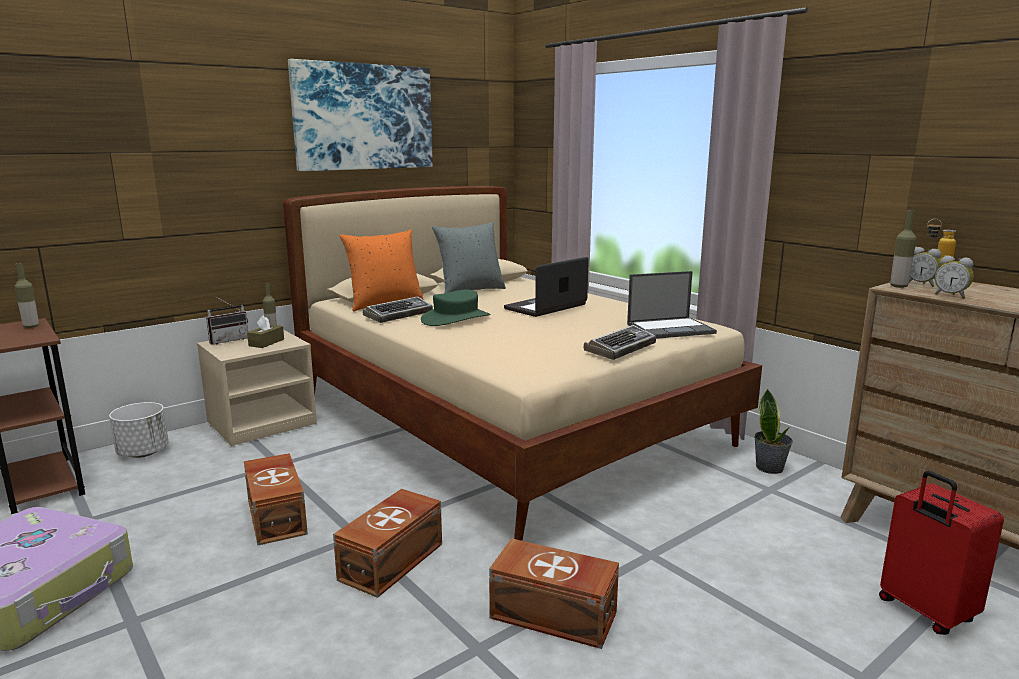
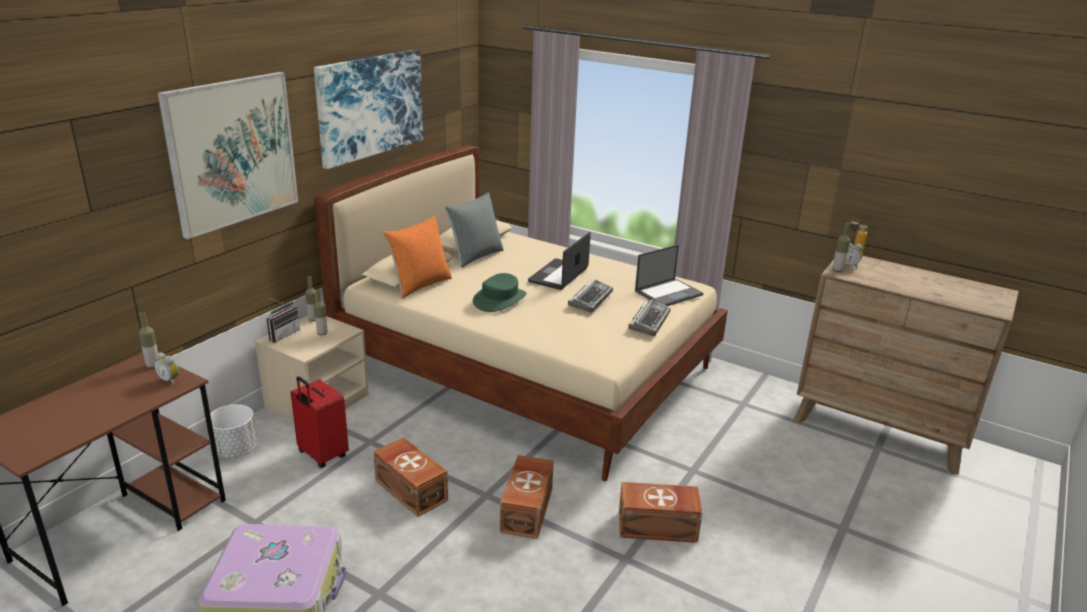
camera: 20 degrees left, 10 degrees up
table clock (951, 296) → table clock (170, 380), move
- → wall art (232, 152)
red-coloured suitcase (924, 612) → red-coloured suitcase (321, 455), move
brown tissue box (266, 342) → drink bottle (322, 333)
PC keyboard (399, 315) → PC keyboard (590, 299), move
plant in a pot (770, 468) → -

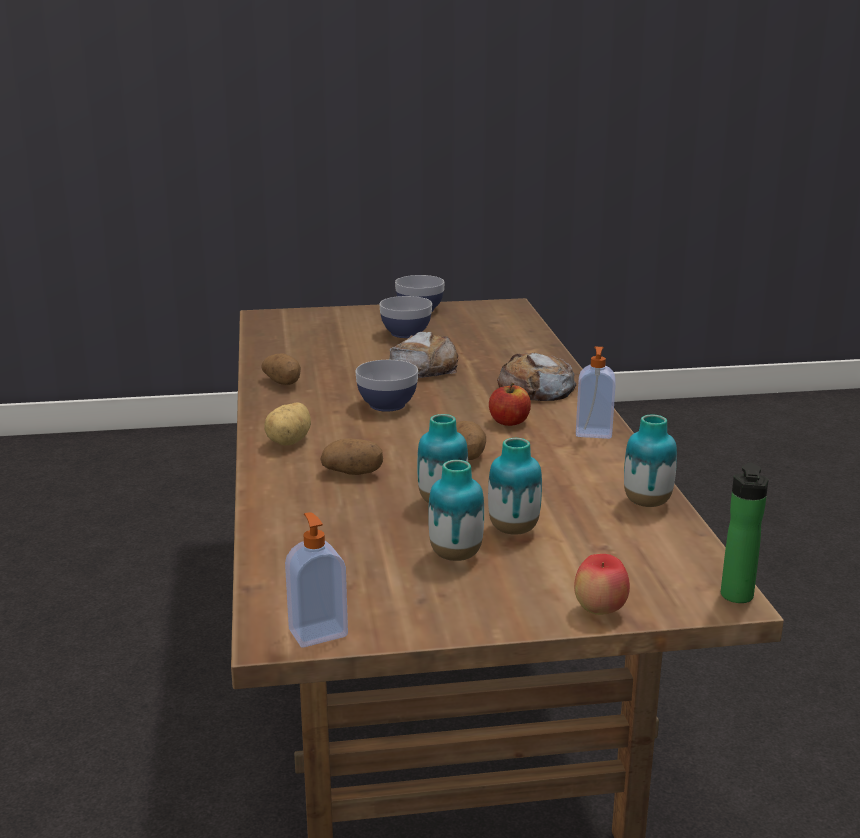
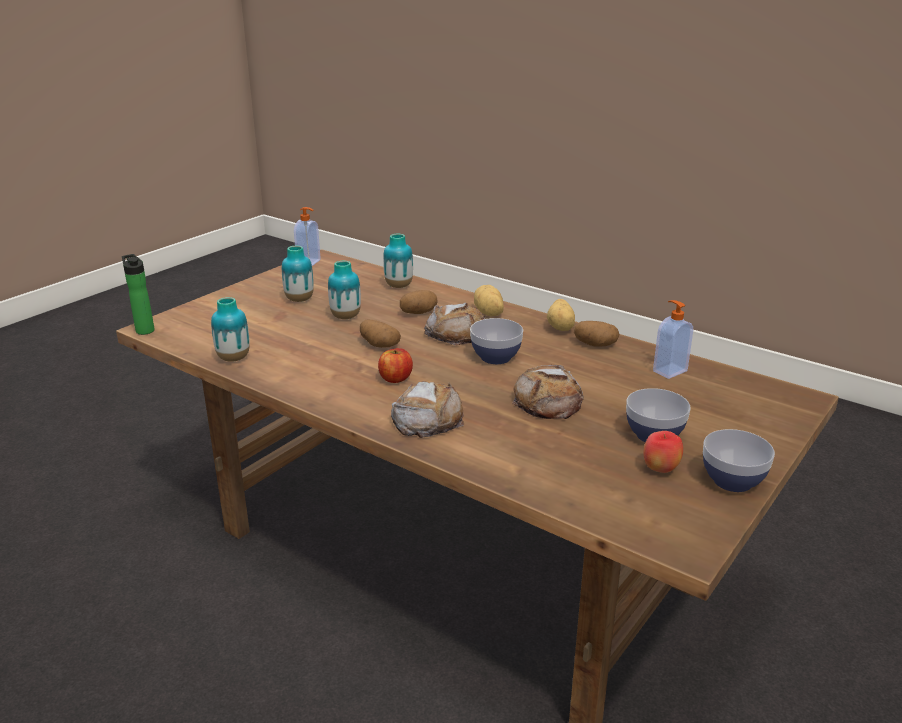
camera: 135 degrees right, 5 degrees up
vase (513, 529) → vase (398, 286), move
- → bakery bread (457, 332)
- → whole potato (561, 327)
apple (600, 610) → apple (660, 469), move
liquid soap bottle (593, 433) → liquid soap bottle (669, 371), move

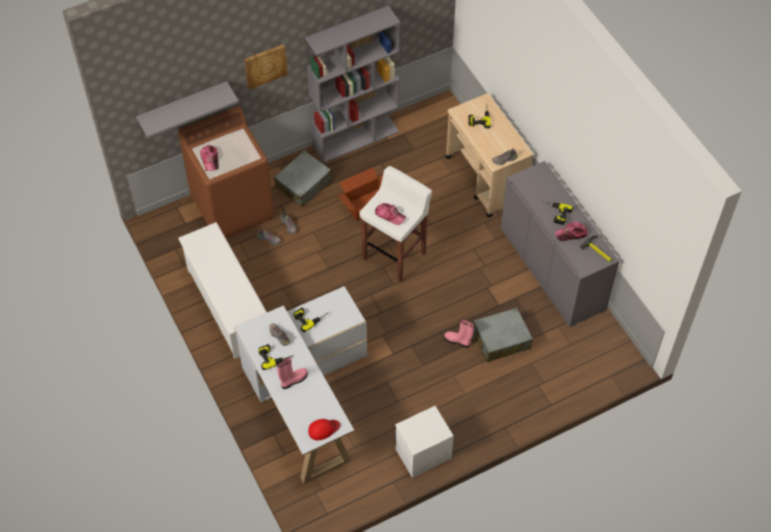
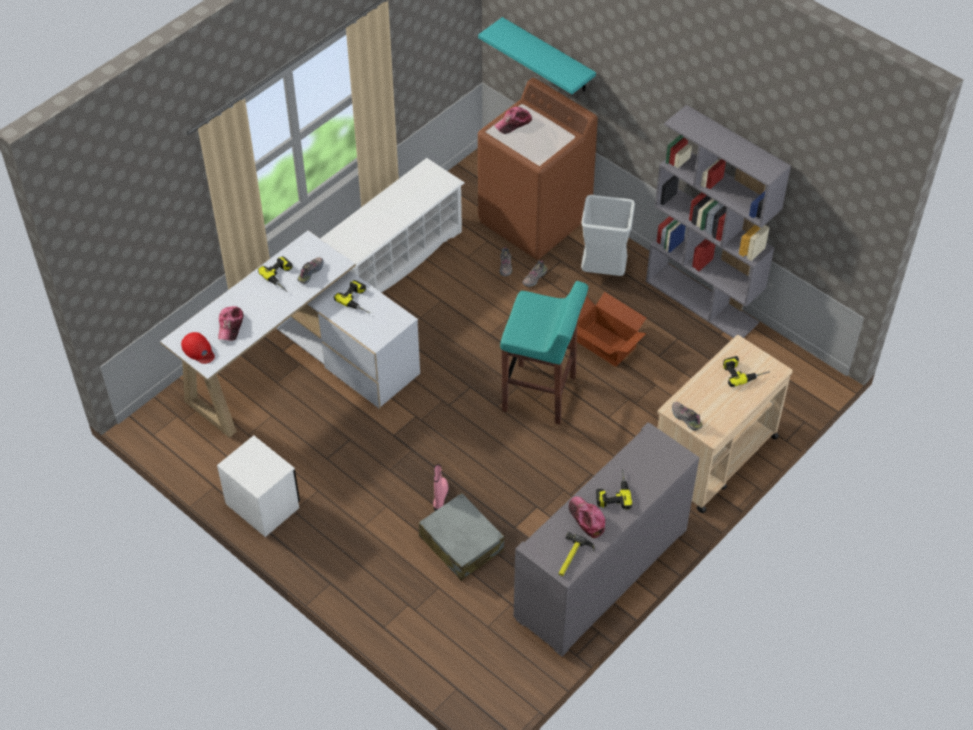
camera: 70 degrees right, 5 degrees down
cap (389, 215) → cap (230, 325), move
gray bracket shelf (183, 106) → turquoise bracket shelf (548, 56)
whitish stool (395, 255) → turquoise stool (540, 394)
gray suitcase (303, 184) → gray trash can (603, 272)
wall art (265, 65) → -
pinkish boot (293, 380) → -

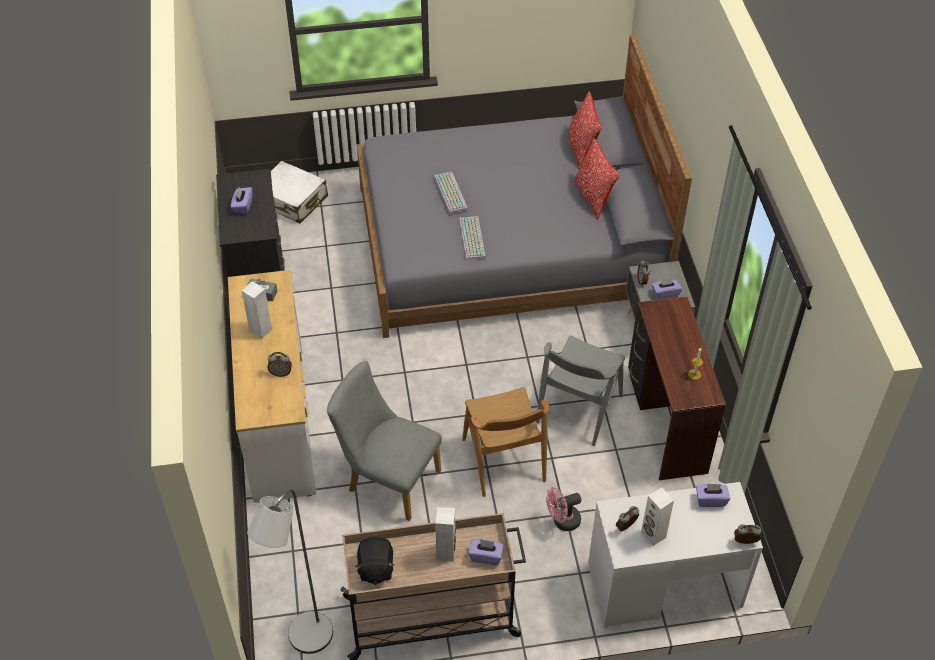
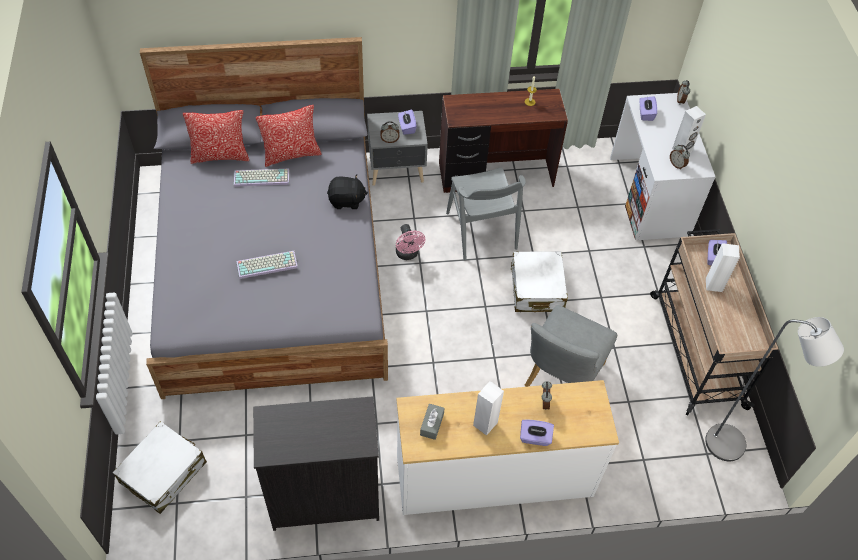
camera: 90 degrees left, 5 degrees up
PC keyboard (473, 238) → PC keyboard (262, 177), move
black cuddly toy (375, 568) → black cuddly toy (346, 200), move
pinkish cooling fan (562, 521) → pinkish cooling fan (408, 254), move
gray chair (578, 409) → gray chair (481, 231), 45 degrees clockwise
brown chair (503, 460) → whitish suitcase (536, 289)
purple-coloured tissue box (243, 206) → purple-coloured tissue box (535, 438), move

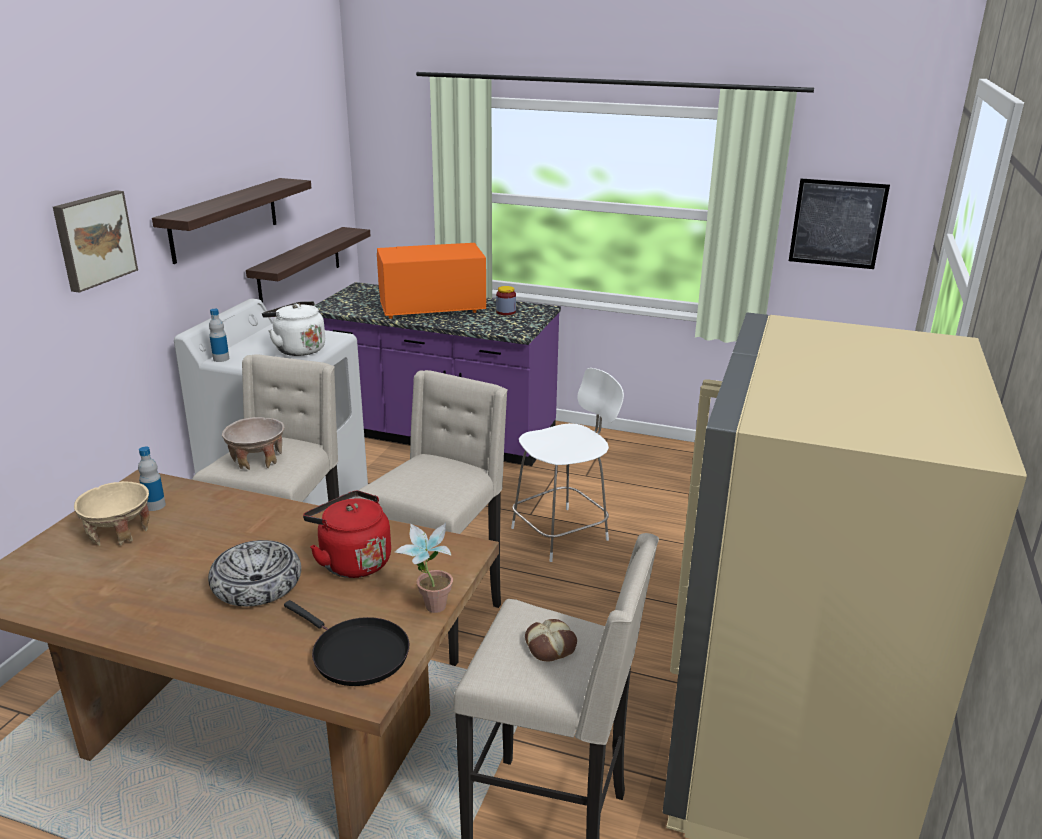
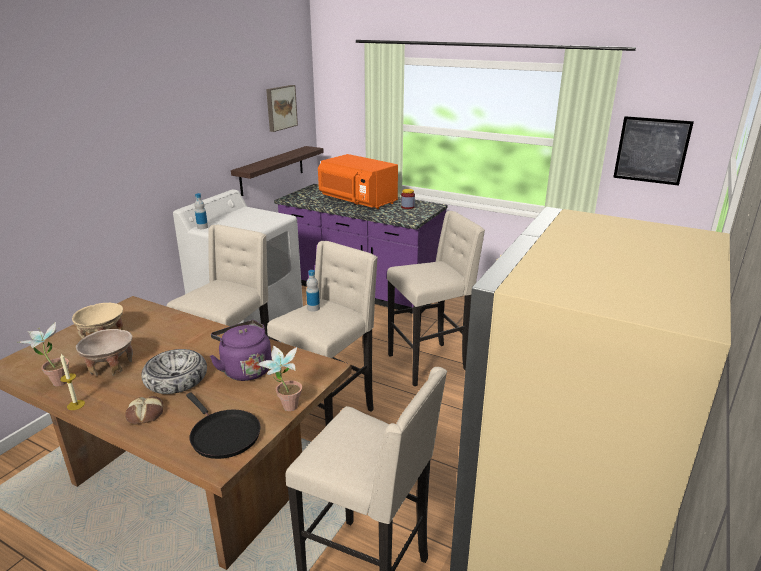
camera: 10 degrees right, 0 degrees up
- → plant in a pot (55, 381)
- → wax light (76, 405)
beige-coloured bowl (257, 460) → beige-coloured bowl (110, 366), move
bakery bread (551, 645) → bakery bread (146, 414), move
red-coloured kettle (352, 561) → purple-coloured kettle (245, 369)
wall art (93, 239) → wall art (280, 107), move
drink bottle (155, 505) → drink bottle (313, 308), move
orange-coloured kitchen microwave (431, 307) → orange-coloured kitchen microwave (358, 201), 135 degrees counterclockwise
whitish chair (562, 533) → beige-coloured stool (429, 363)
bracket shelf (225, 219) → -
whitish kettle (297, 349) → -

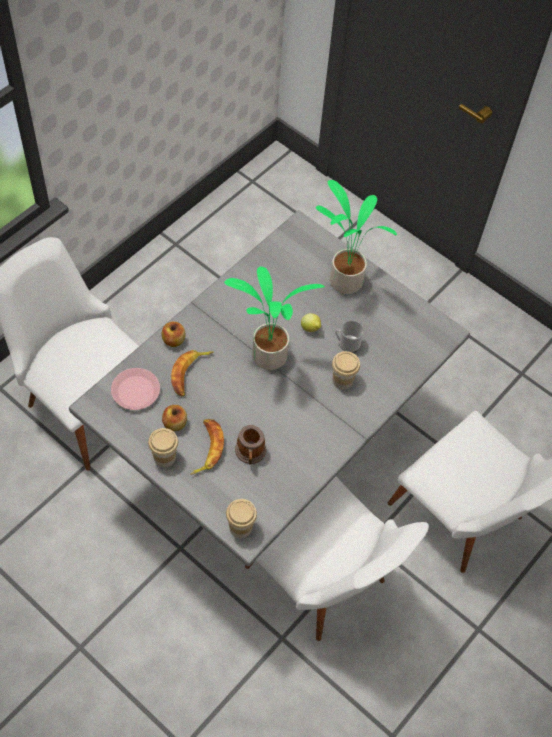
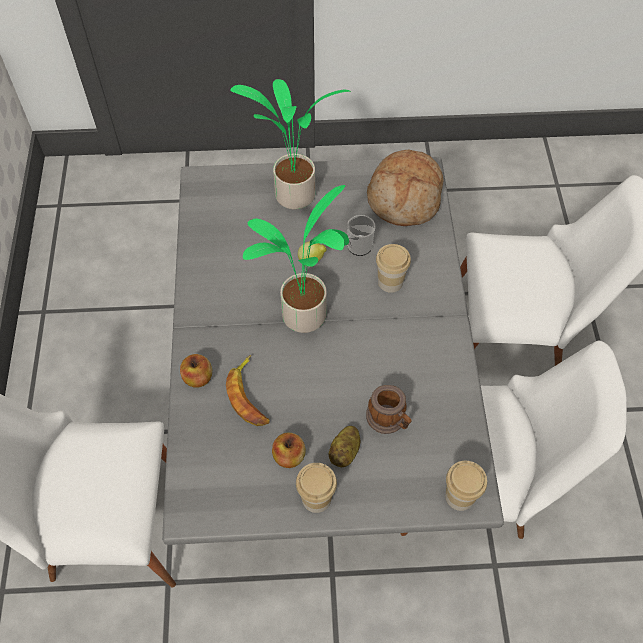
camera: 40 degrees left, 0 degrees up
banana (206, 448) → whole potato (345, 452)
- → bakery bread (405, 197)
pinkish dinner plate (135, 392) → -

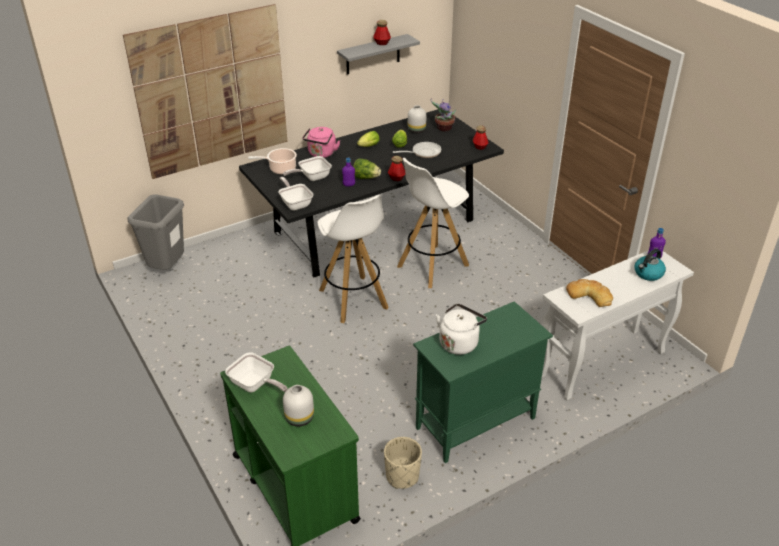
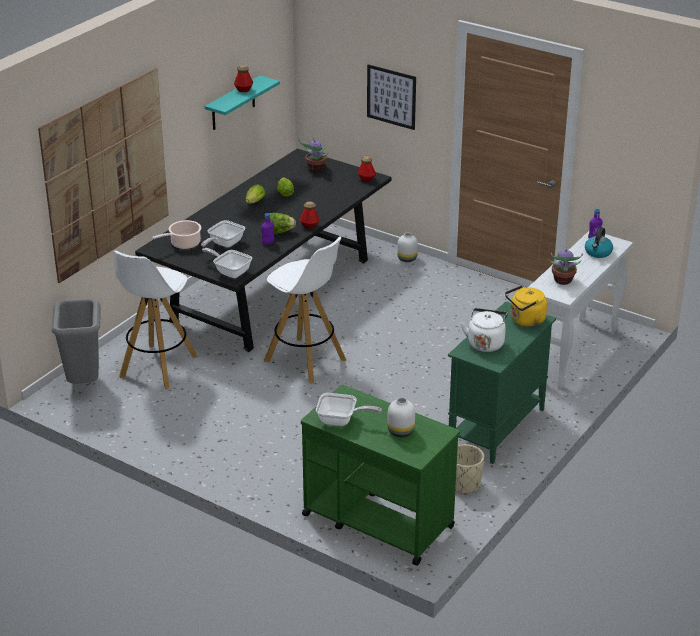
camera: 25 degrees left, 5 degrees down
whitish stool (432, 266) → whitish stool (158, 367), move
gray bracket shelf (373, 54) → turquoise bracket shelf (233, 104)
- → wall art (391, 96)
whitish vase (416, 130) → whitish vase (406, 259), move
- → yellow-coloured kettle (525, 321)
bakery bread (589, 295) → plant in a pot (562, 281)
pinkish kettle (321, 154) → -
skillet (423, 153) → -

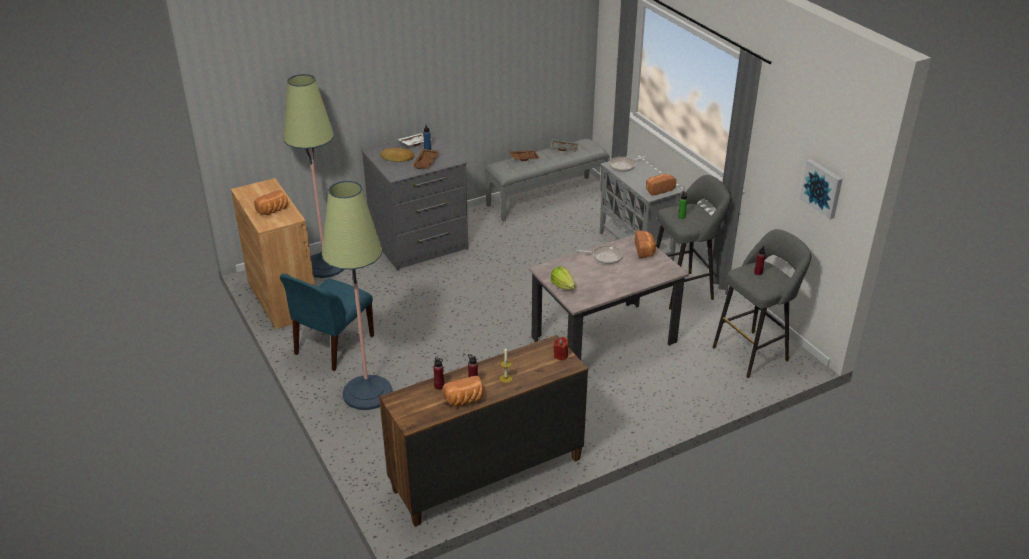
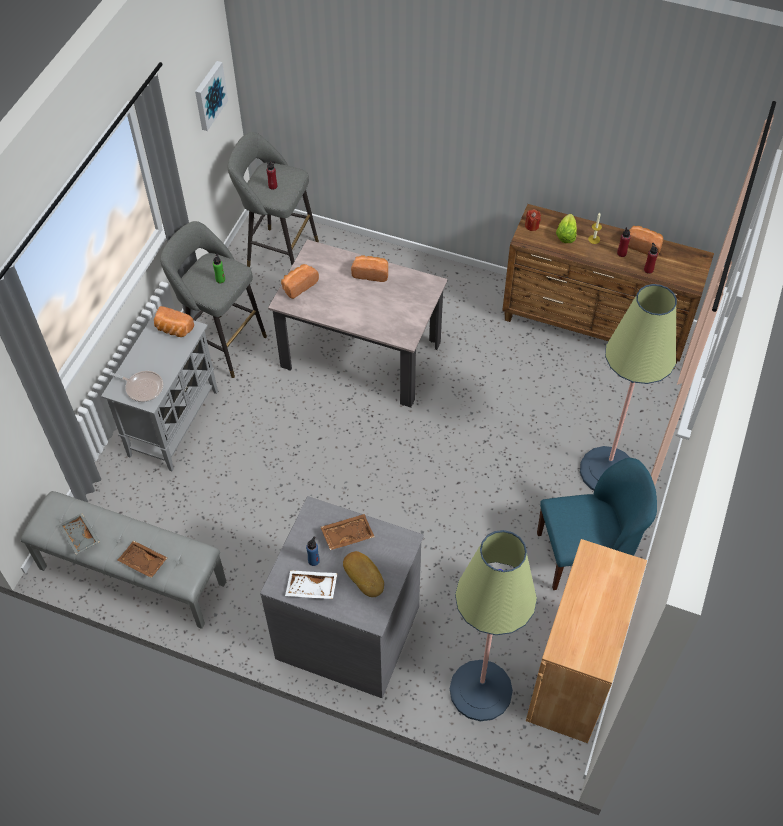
camera: 130 degrees left, 20 degrees up
bakery bread (273, 210) → bakery bread (371, 273), move
lettuce head (562, 286) → lettuce head (566, 235), move
skillet (605, 257) → -

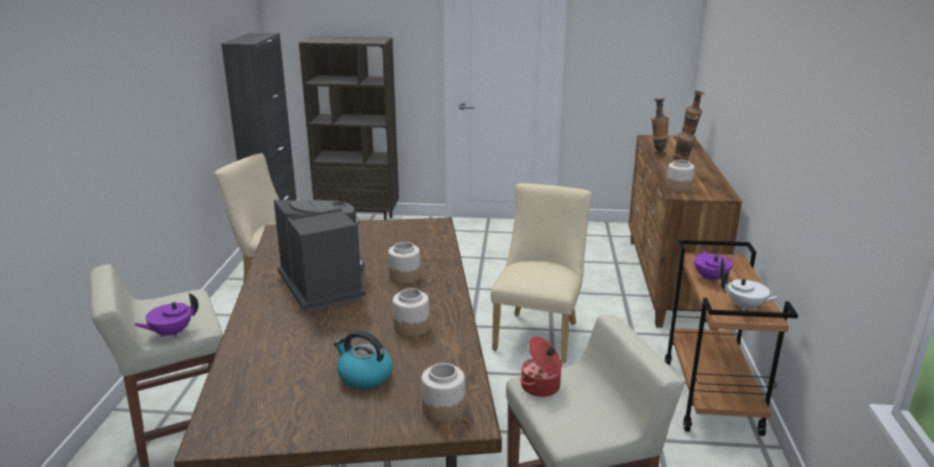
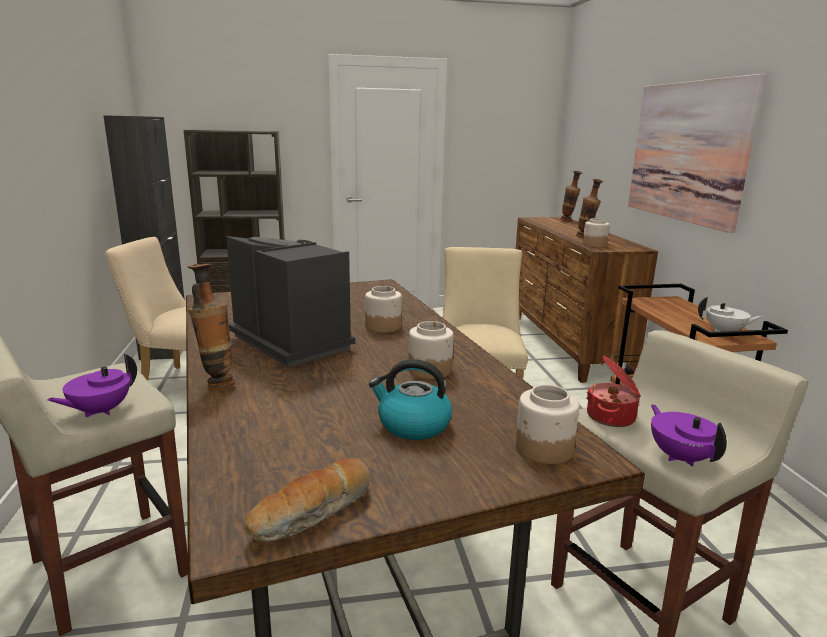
camera: 15 degrees left, 5 degrees down
vase (657, 155) → vase (217, 385), move
- → bakery bread (313, 514)
- → wall art (687, 151)
purple-coloured tea pot (710, 278) → purple-coloured tea pot (680, 457), move

